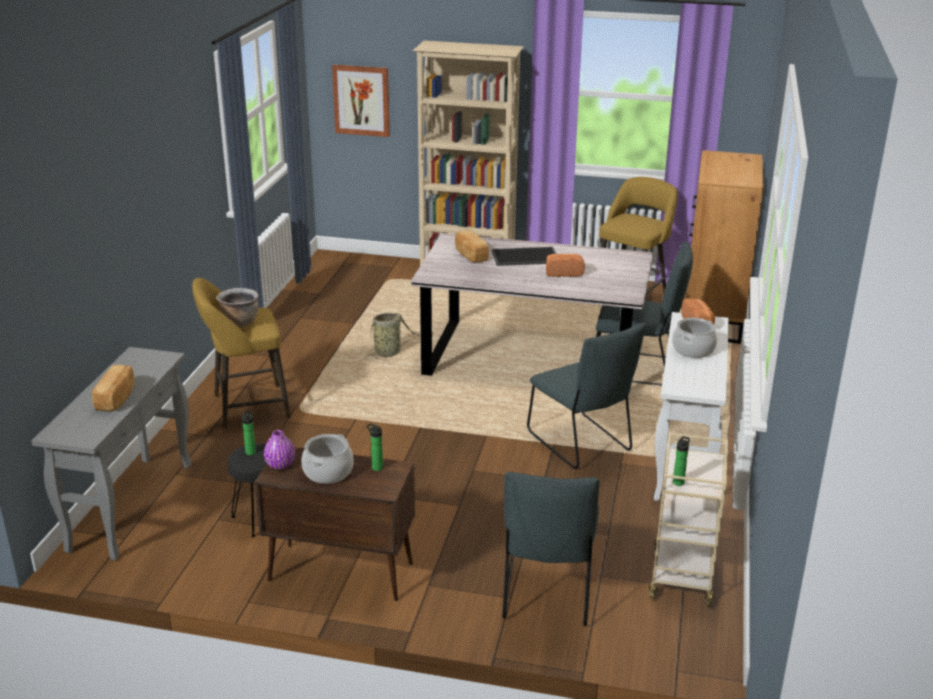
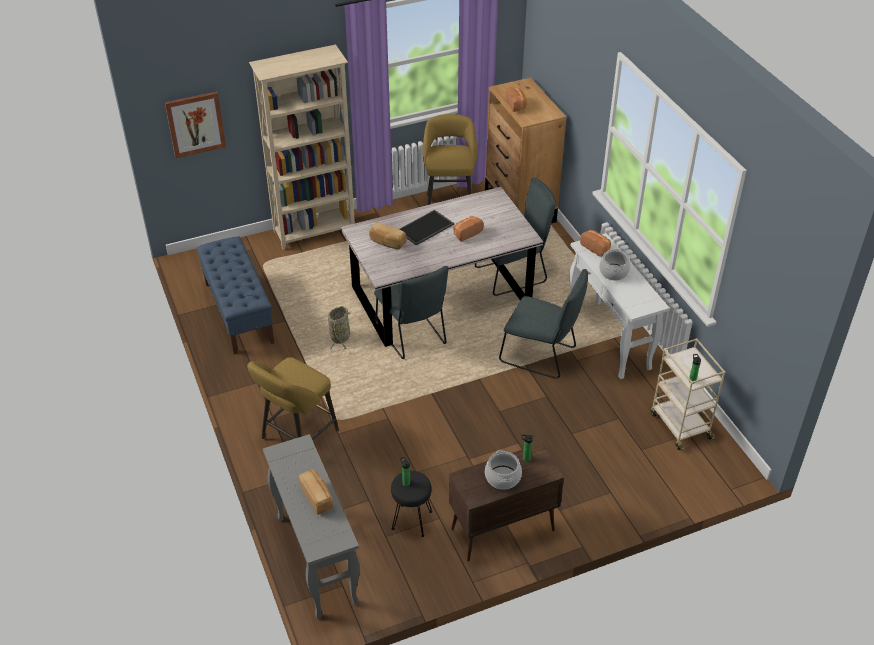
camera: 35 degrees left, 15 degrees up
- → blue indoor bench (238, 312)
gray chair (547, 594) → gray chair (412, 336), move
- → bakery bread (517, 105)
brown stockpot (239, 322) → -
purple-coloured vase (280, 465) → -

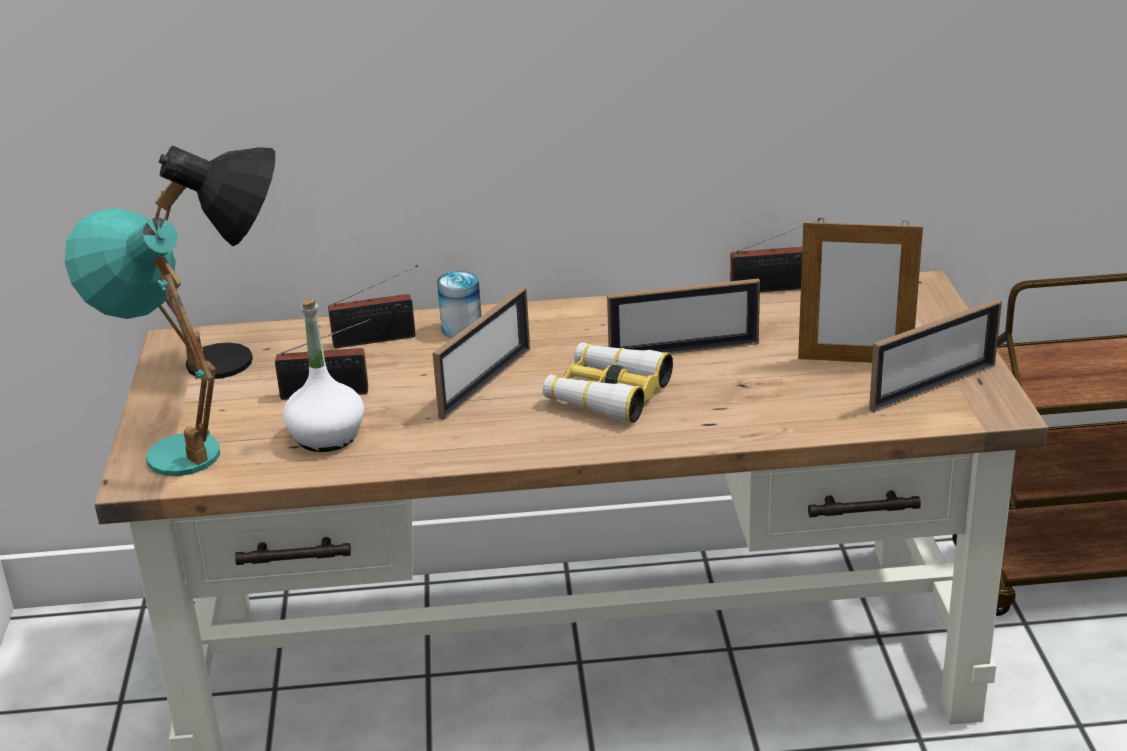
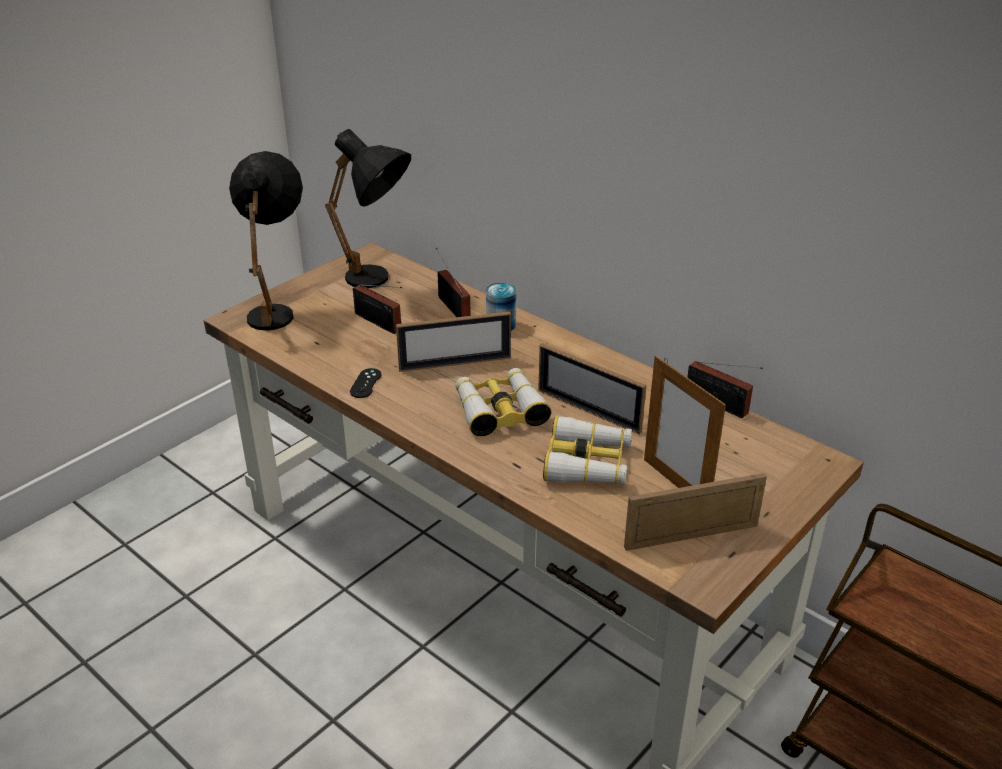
camera: 45 degrees right, 5 degrees up
turquoise tabletop lamp (171, 444) → black tabletop lamp (276, 309)
- → black joypad (365, 383)
radio receiver (379, 339) → radio receiver (453, 307), 150 degrees counterclockwise
- → pair of binoculars (588, 463)
photo frame (933, 387) → photo frame (691, 536), 150 degrees clockwise
whitish drink bottle (326, 437) → -

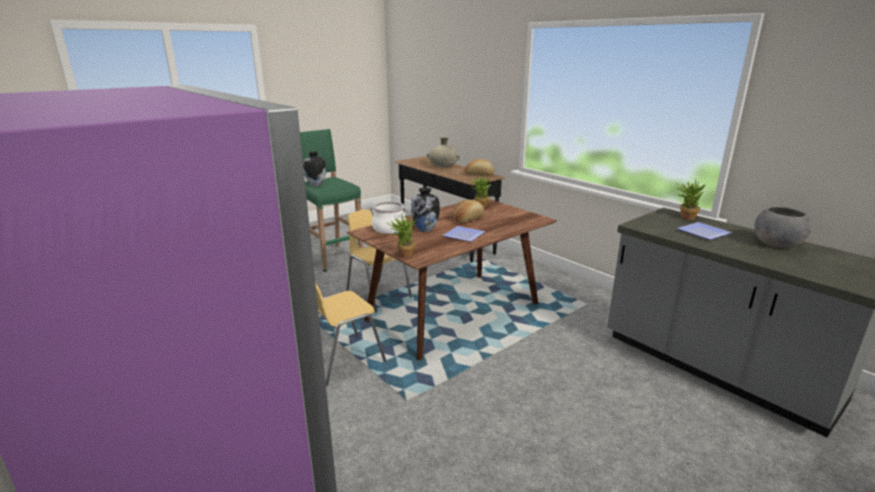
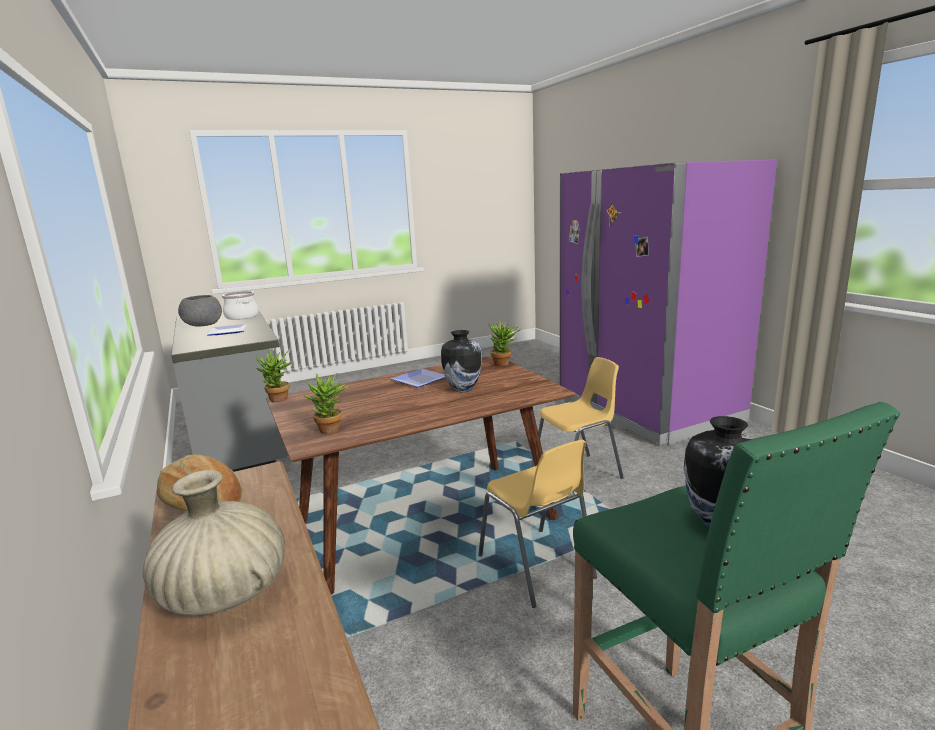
camera: 165 degrees left, 5 degrees down
stockpot (389, 229) → stockpot (242, 316), move
plant in a pot (685, 217) → plant in a pot (279, 400), move
bakery bread (468, 219) → -

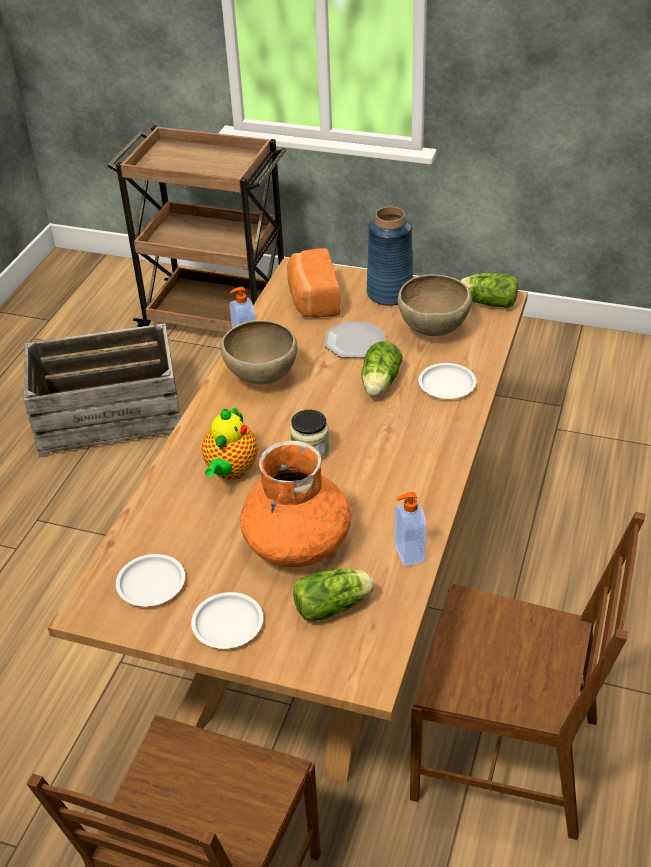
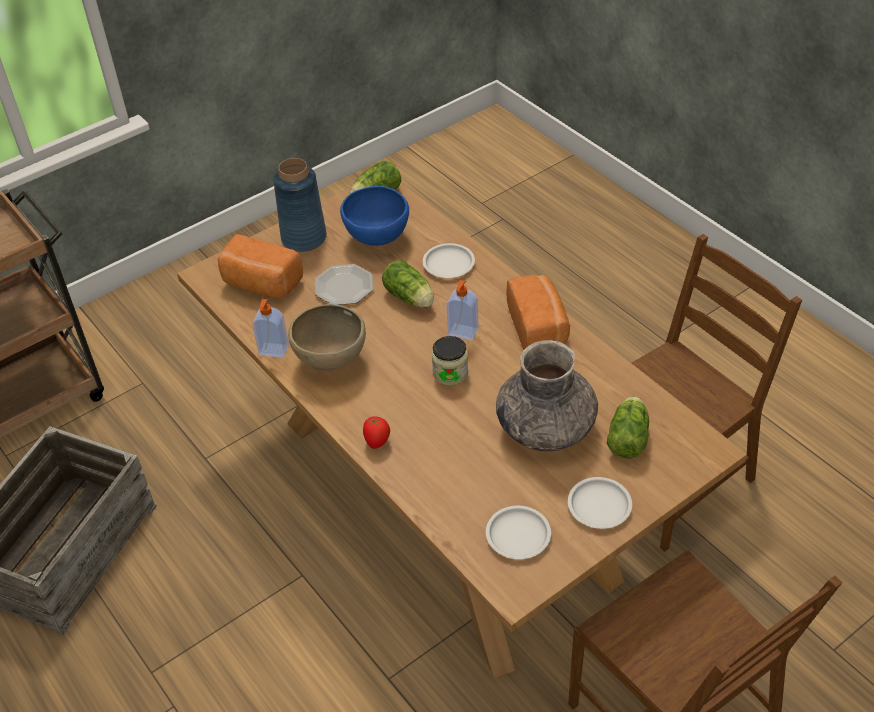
camera: 55 degrees left, 5 degrees up
brown bowl (433, 330) → blue bowl (377, 238)
- → fresh tomato (377, 442)
liquid soap bottle (408, 554) → liquid soap bottle (462, 332), move
orange-coloured vase (297, 542) → gray vase (546, 427)
- → bakery bread (539, 328)
tea pot (230, 471) → -

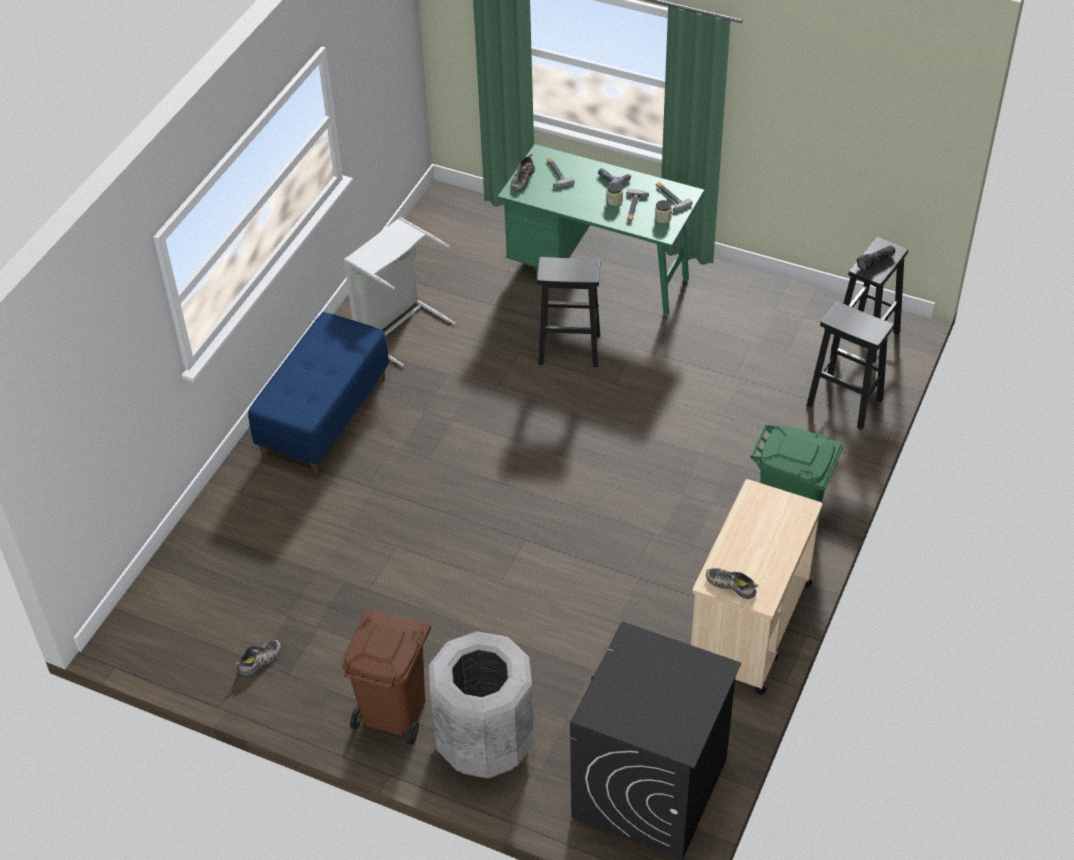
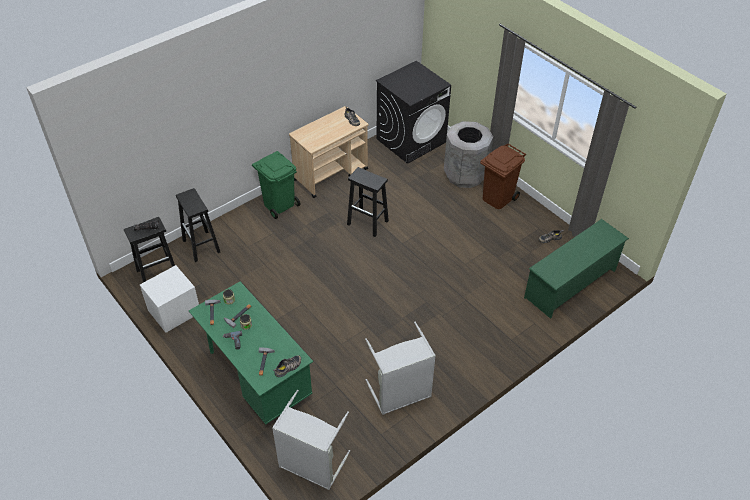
camera: 155 degrees left, 0 degrees up
- → whitish night table (174, 312)
- → gray hamper (311, 465)
black stool (568, 349) → black stool (368, 223), move
- → green-coloured shoe rack (570, 284)
blue indoor bench (324, 417) → -

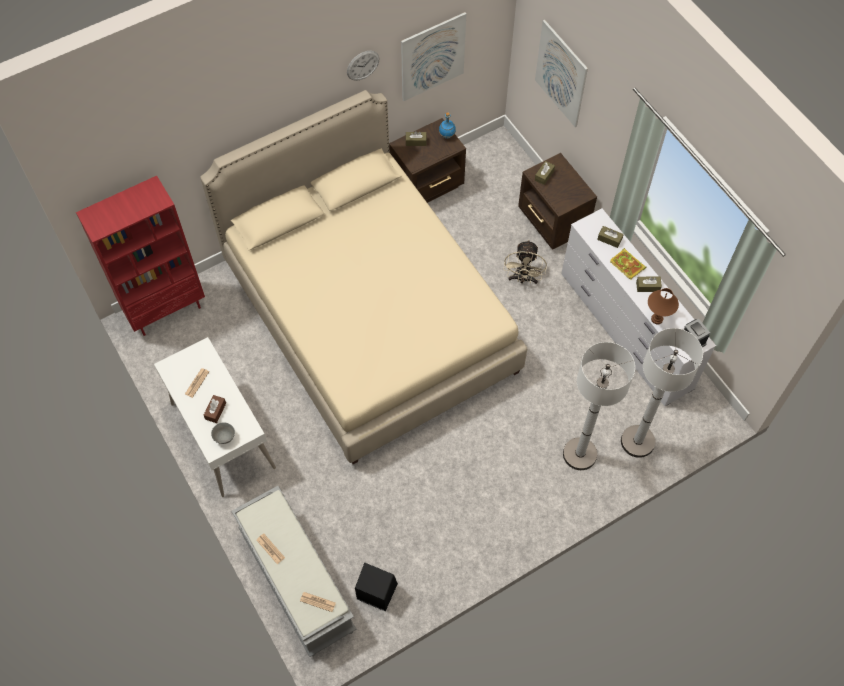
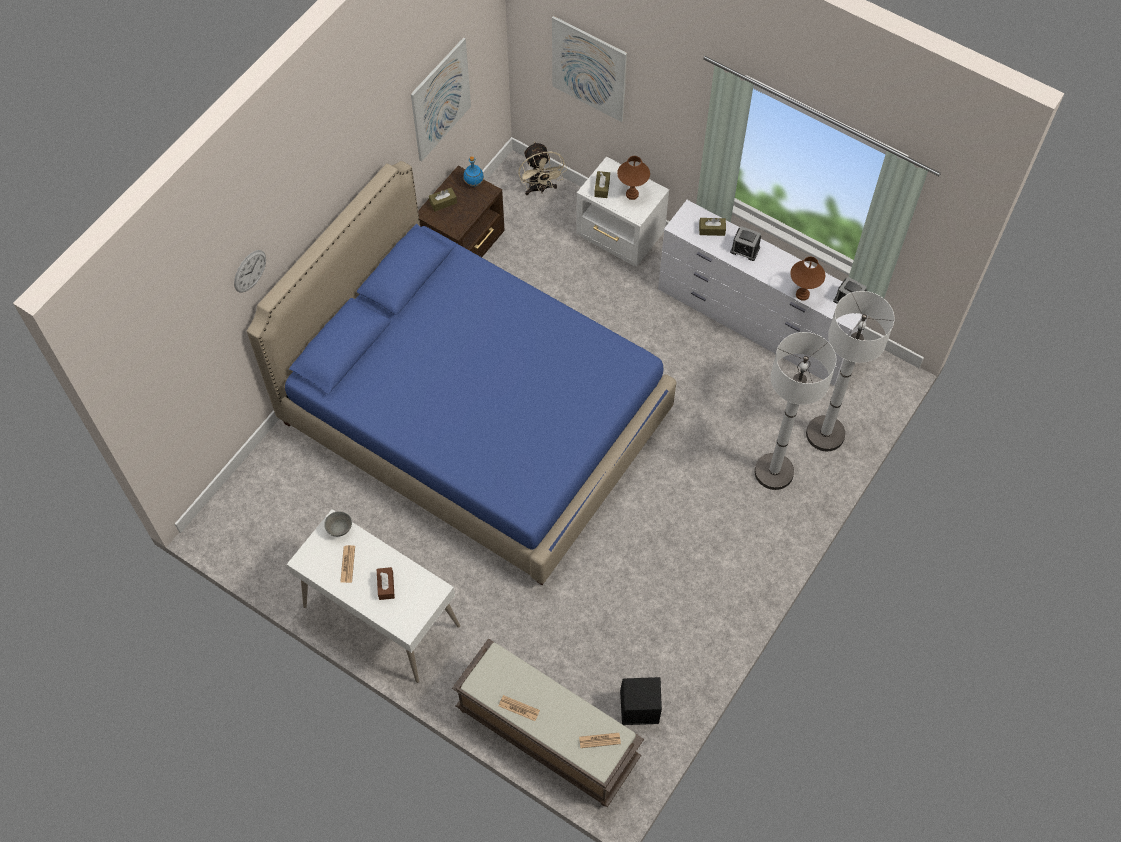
camera: 25 degrees left, 0 degrees up
wall clock (363, 65) → wall clock (250, 271), move
beige-coloured sleeping bed (369, 317) → blue sleeping bed (475, 418)
gray bowl (225, 437) → gray bowl (340, 529), move
gray indoor bench (295, 580) → brown indoor bench (545, 735)
beige-coloured cooling fan (523, 279) → beige-coloured cooling fan (540, 188), move
brown night table (552, 223) → whitish night table (620, 238)
- → brown tabletop lamp (632, 194)
volume (628, 265) → table clock (745, 250)
red-coloured shelving unit (166, 309) → -
brown tissue box (648, 286) → -

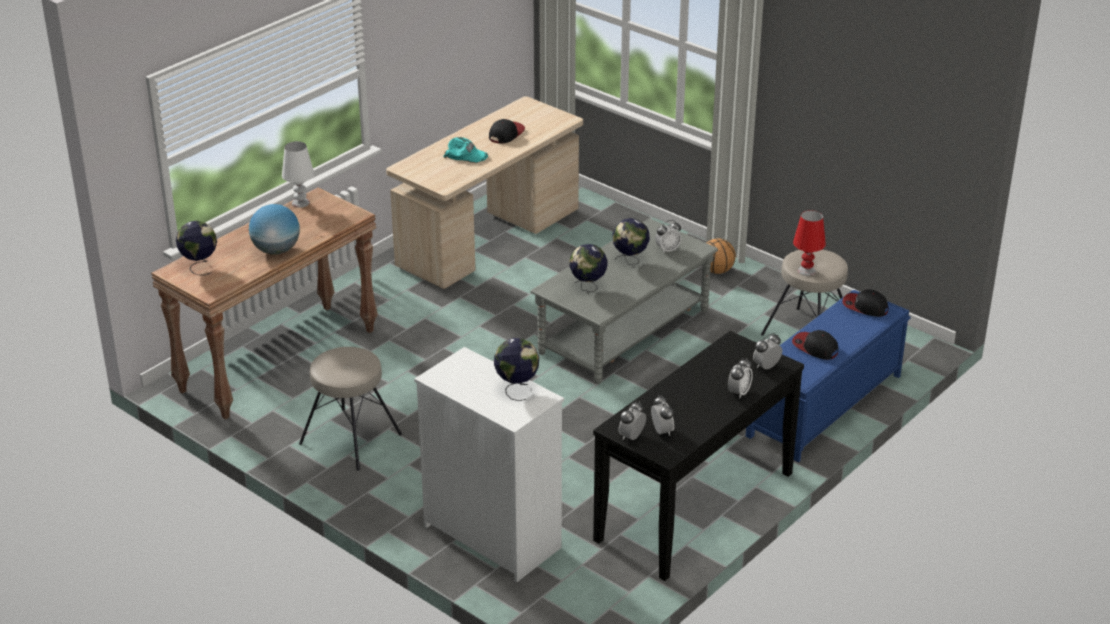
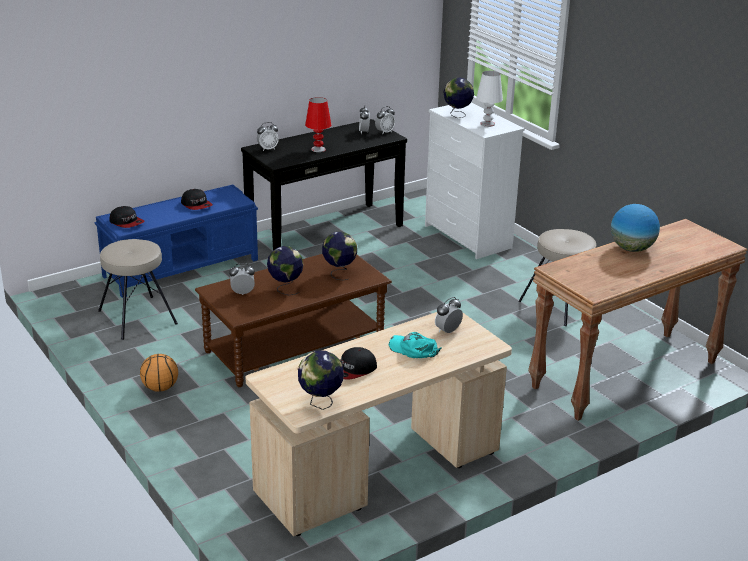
camera: 165 degrees left, 5 degrees down
gray coffee table (624, 331) → brown coffee table (294, 346)
desk globe (199, 267) → desk globe (320, 403), move
red-coloured tabletop lamp (807, 270) → red-coloured tabletop lamp (318, 149), move
table clock (739, 392) → table clock (448, 331), move
whitish tabletop lamp (300, 203) → whitish tabletop lamp (487, 124), move

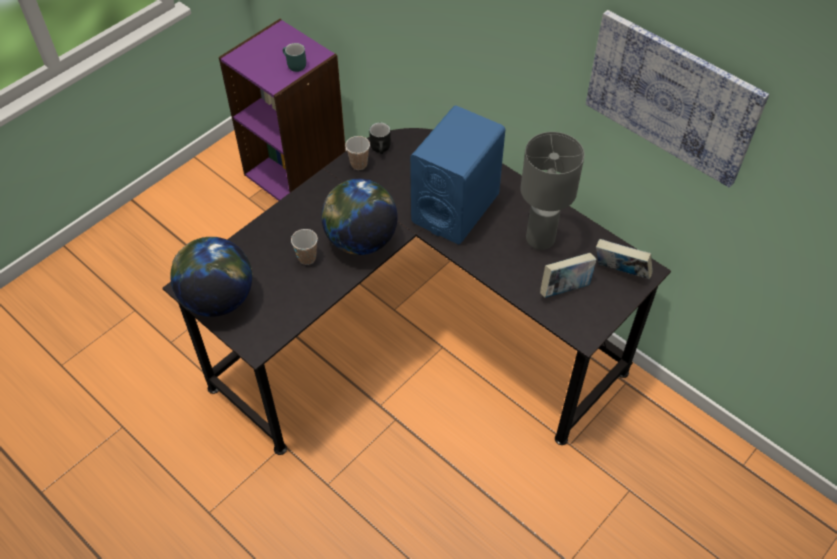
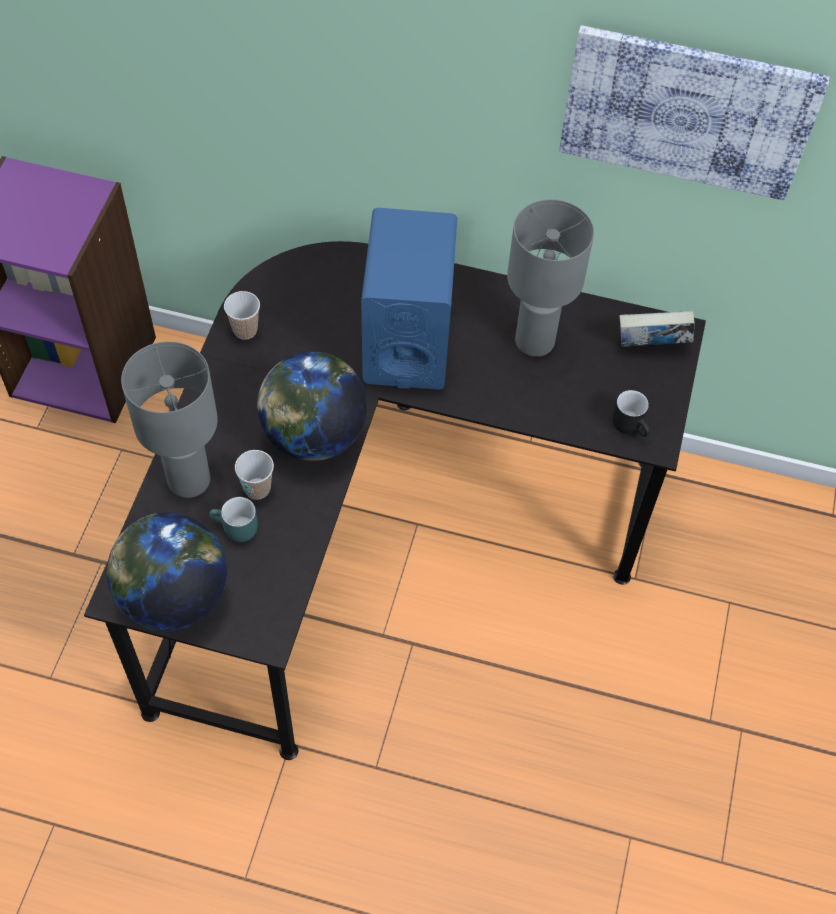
camera: 30 degrees left, 5 degrees up
- → gray tabletop lamp (188, 480)
turquoise coffee mug (293, 65) → turquoise coffee mug (235, 530), move
black coffee mug (382, 148) → black coffee mug (632, 425), move
volume (565, 288) → -

